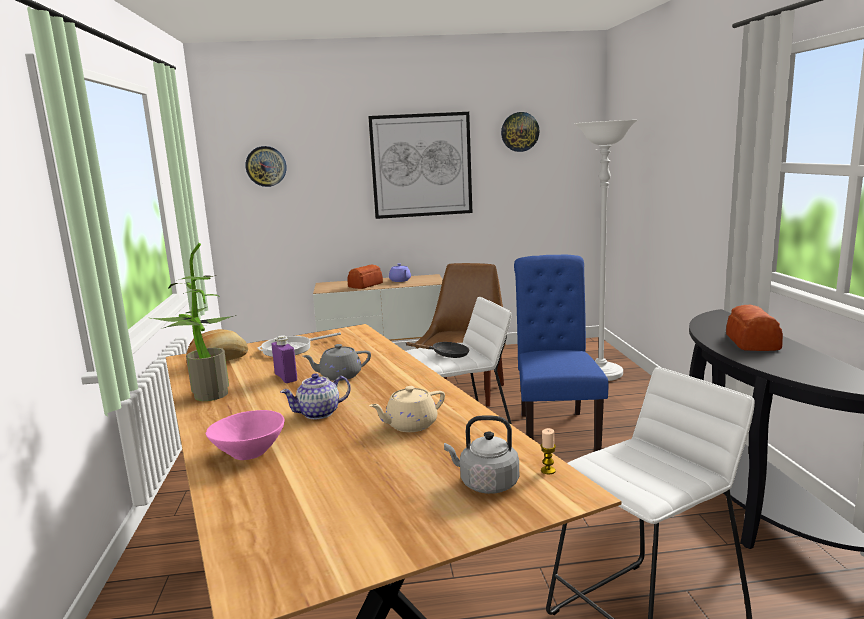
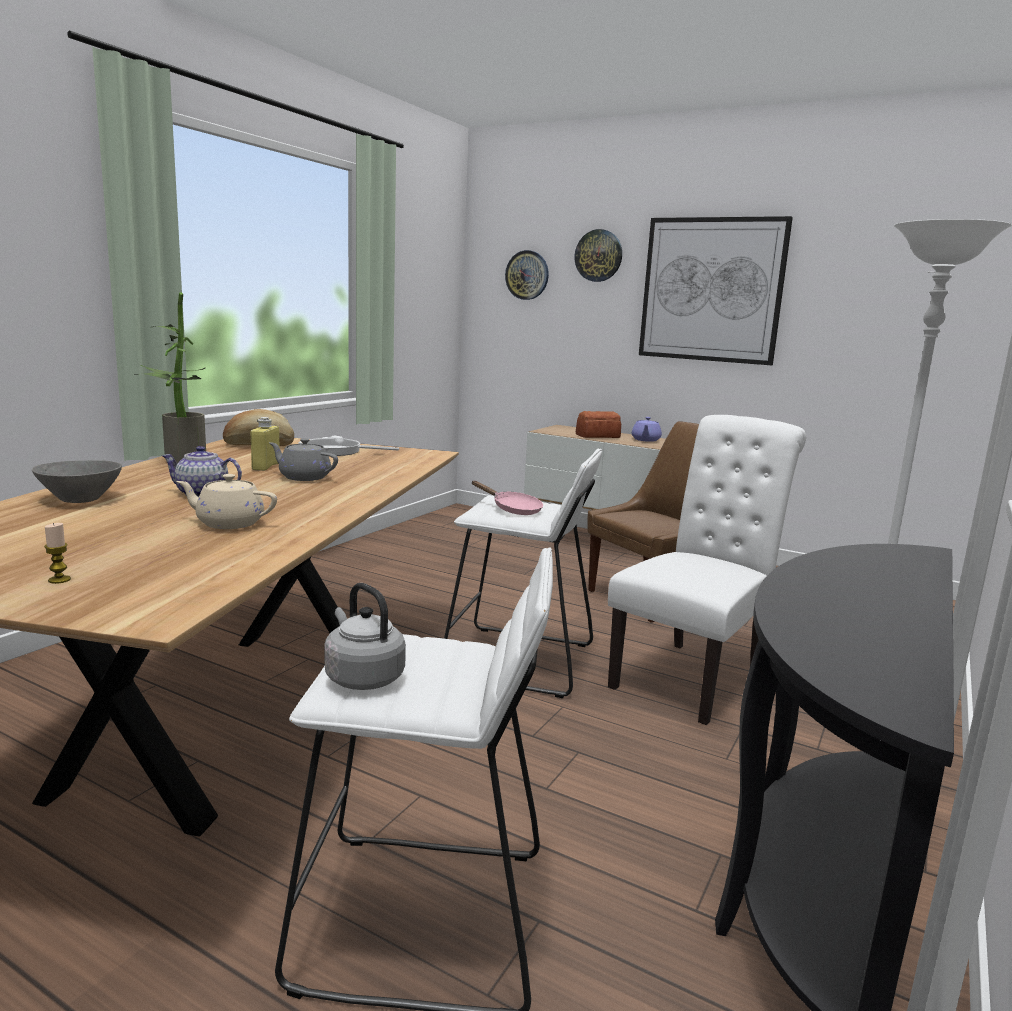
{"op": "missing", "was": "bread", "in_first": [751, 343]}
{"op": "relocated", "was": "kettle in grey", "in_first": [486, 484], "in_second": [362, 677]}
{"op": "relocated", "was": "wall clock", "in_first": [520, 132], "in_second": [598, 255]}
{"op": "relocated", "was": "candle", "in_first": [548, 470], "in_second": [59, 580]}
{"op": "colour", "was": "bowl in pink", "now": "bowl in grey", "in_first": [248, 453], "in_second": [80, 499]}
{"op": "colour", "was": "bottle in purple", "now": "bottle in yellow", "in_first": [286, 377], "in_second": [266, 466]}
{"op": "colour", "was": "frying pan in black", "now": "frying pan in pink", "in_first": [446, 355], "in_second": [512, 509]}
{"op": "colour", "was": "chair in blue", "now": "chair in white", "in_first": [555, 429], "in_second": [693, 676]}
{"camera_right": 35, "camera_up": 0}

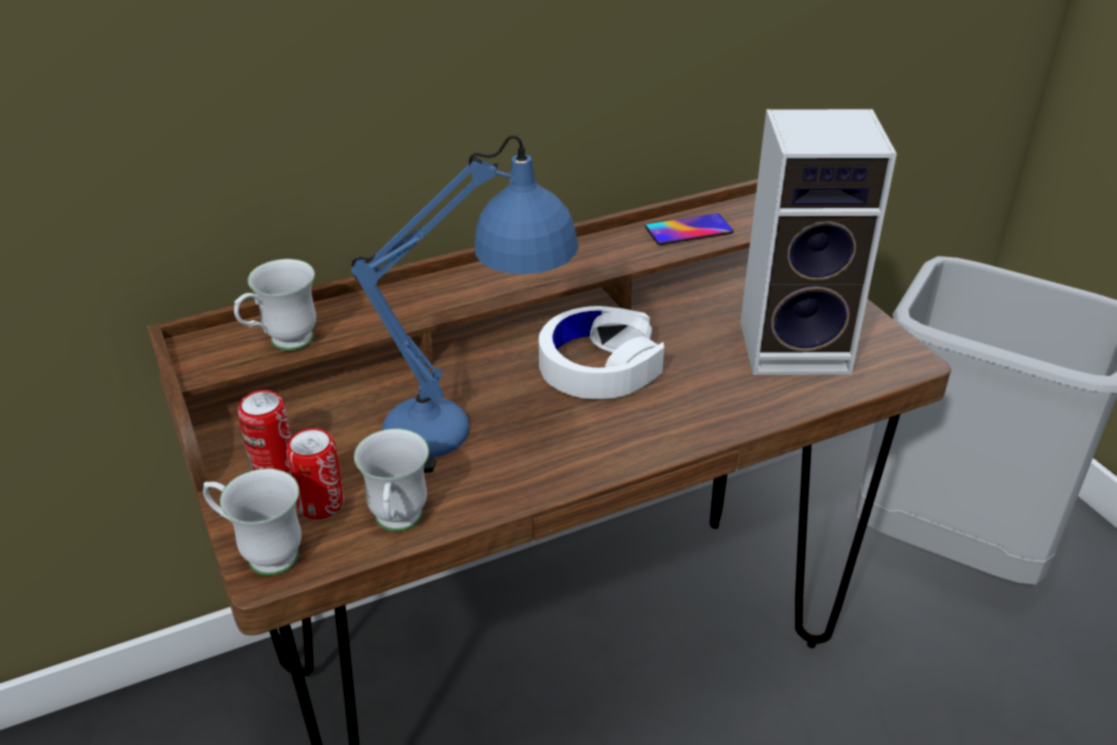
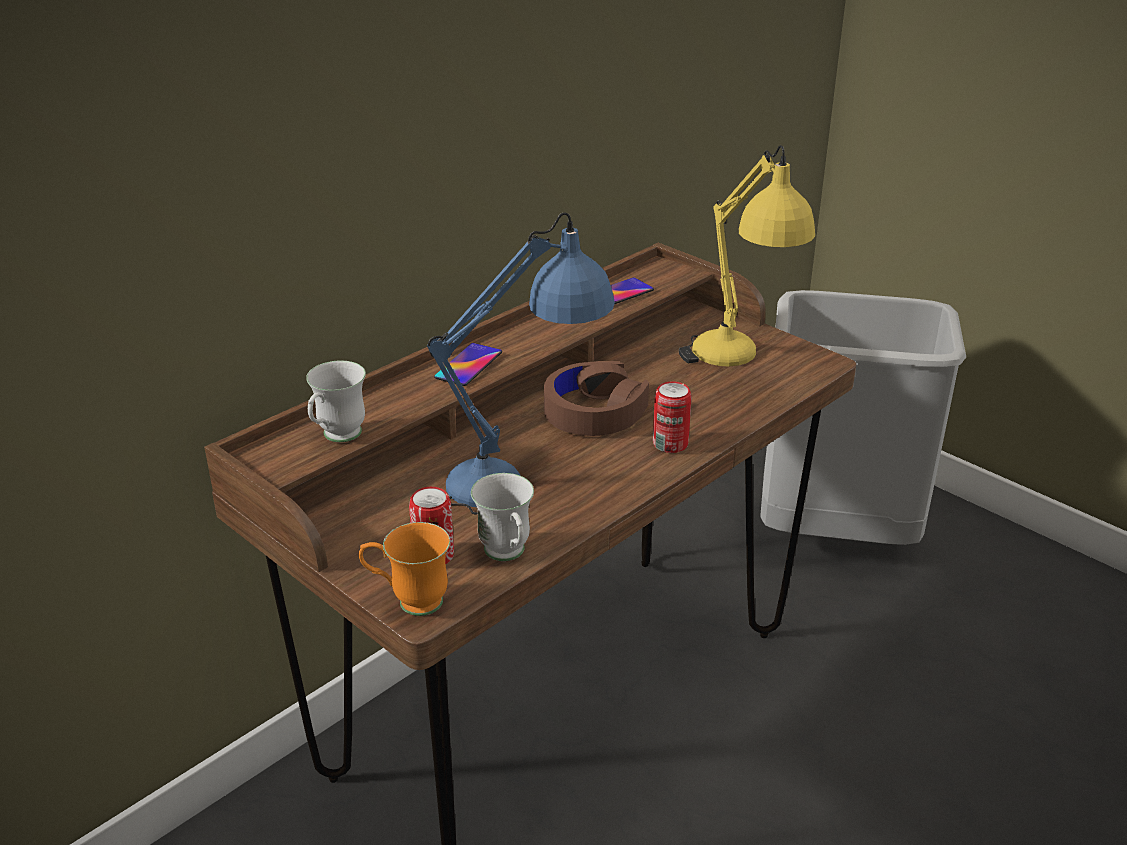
{"op": "appeared", "now": "phone", "in_second": [468, 365]}
{"op": "relocated", "was": "can", "in_first": [273, 464], "in_second": [670, 444]}
{"op": "exchanged", "was": "speaker", "now": "table lamp in yellow", "in_first": [798, 346], "in_second": [738, 367]}
{"op": "colour", "was": "mug in white", "now": "mug in orange", "in_first": [261, 554], "in_second": [409, 602]}
{"op": "colour", "was": "headphones in white", "now": "headphones in brown", "in_first": [599, 366], "in_second": [594, 411]}
{"camera_right": -20, "camera_up": -5}

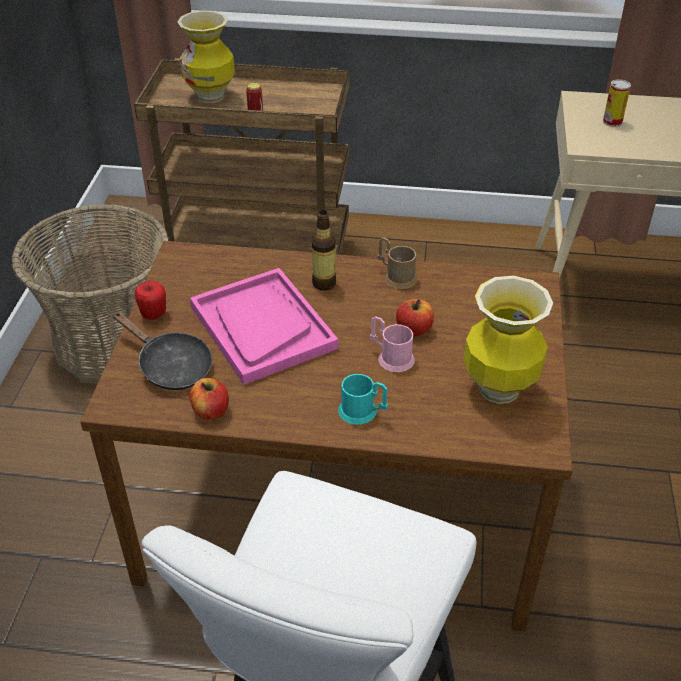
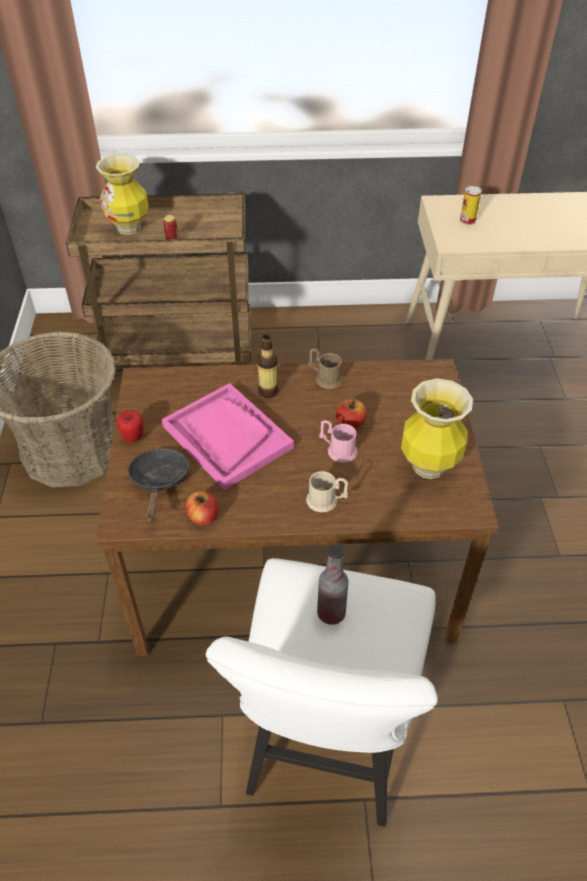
{"op": "appeared", "now": "bottle", "in_second": [331, 613]}
{"op": "colour", "was": "mug in turquoise", "now": "mug in beige", "in_first": [363, 412], "in_second": [326, 500]}
{"op": "spun", "was": "frying pan in black", "in_first": [170, 366], "in_second": [159, 481], "clockwise": -120}
{"camera_right": -10, "camera_up": 5}

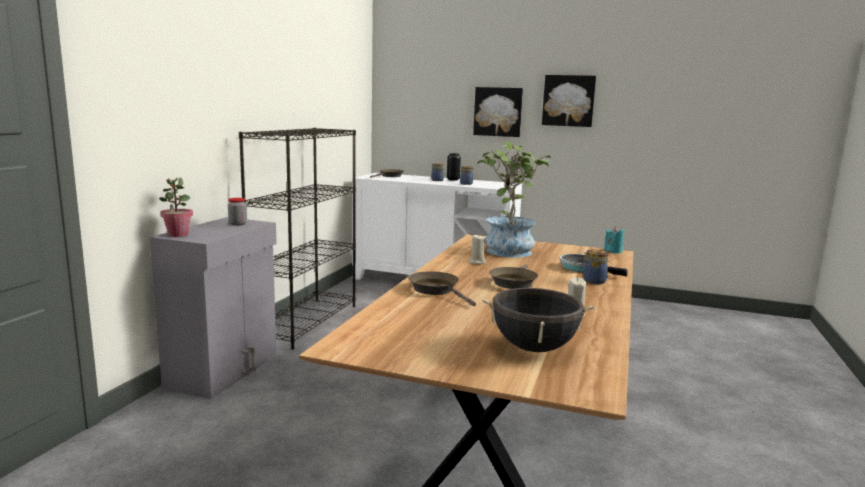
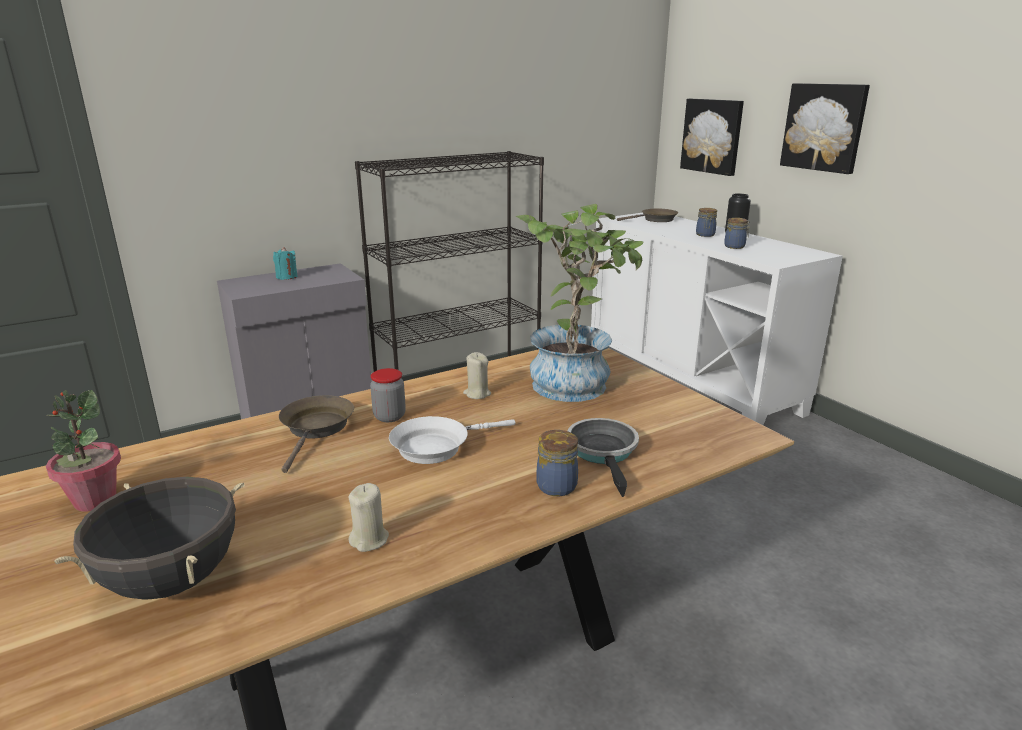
{"op": "relocated", "was": "potted plant", "in_first": [178, 235], "in_second": [94, 500]}
{"op": "relocated", "was": "jar", "in_first": [238, 224], "in_second": [389, 416]}
{"op": "relocated", "was": "picture", "in_first": [568, 100], "in_second": [712, 136]}
{"op": "relocated", "was": "candle in turquoise", "in_first": [613, 251], "in_second": [287, 277]}
{"op": "colour", "was": "frying pan in brown", "now": "frying pan in white", "in_first": [513, 282], "in_second": [436, 446]}
{"camera_right": 40, "camera_up": 10}

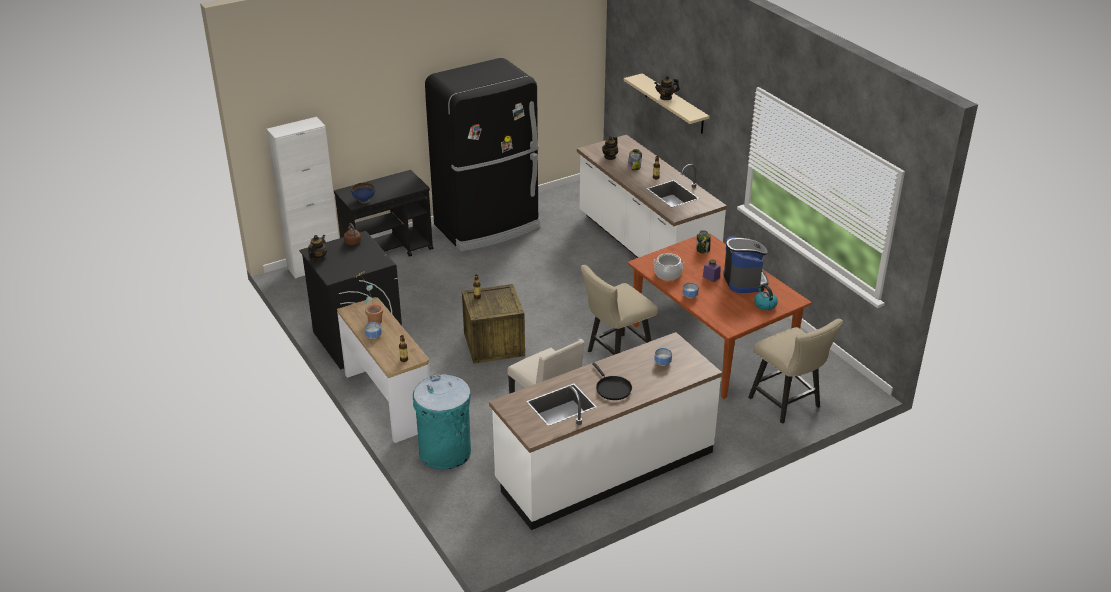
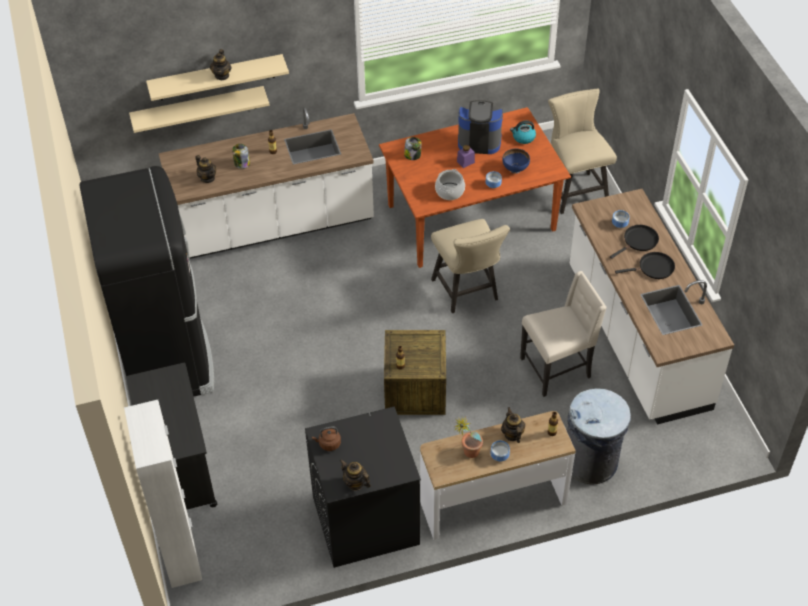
{"op": "appeared", "now": "shelf in beige", "in_second": [198, 109]}
{"op": "appeared", "now": "teapot", "in_second": [512, 434]}
{"op": "appeared", "now": "frying pan in black", "in_second": [639, 241]}
{"op": "relocated", "was": "bowl in blue", "in_first": [364, 200], "in_second": [515, 169]}
{"op": "colour", "was": "trash can in turquoise", "now": "trash can in grey", "in_first": [445, 453], "in_second": [590, 462]}
{"op": "spun", "was": "chair in beige", "in_first": [788, 404], "in_second": [574, 189], "clockwise": -90}
{"camera_right": -75, "camera_up": 15}

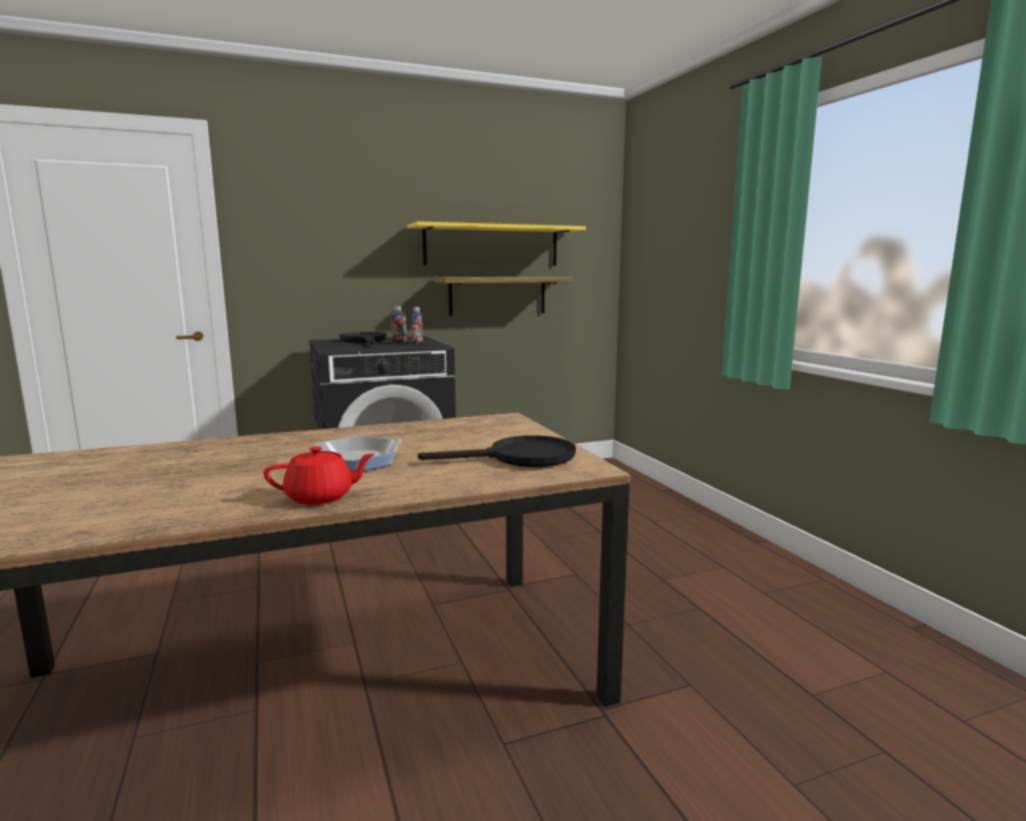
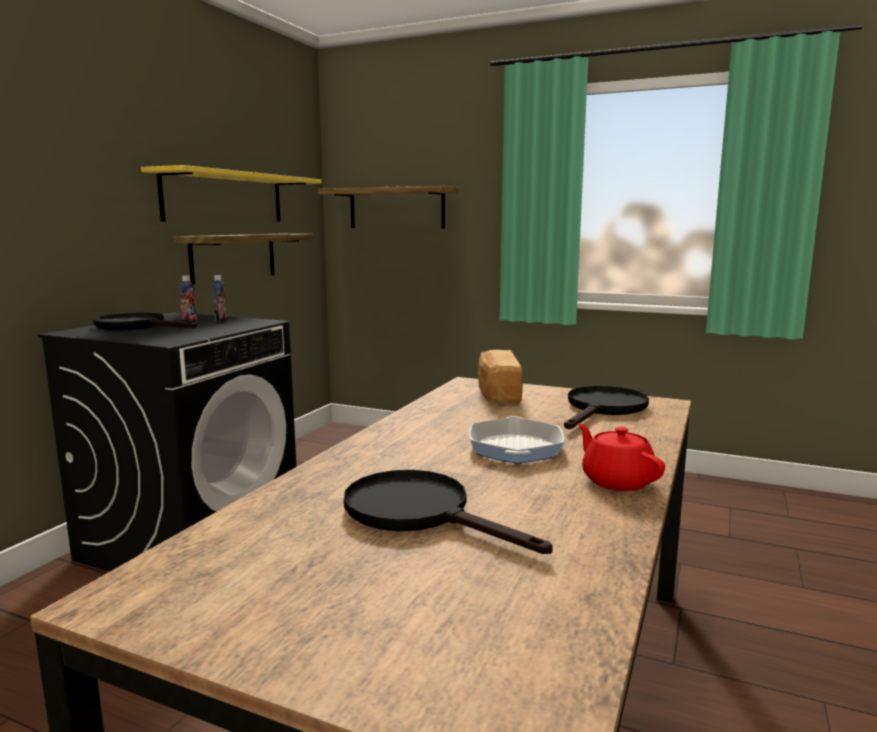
{"op": "appeared", "now": "shelf", "in_second": [396, 208]}
{"op": "appeared", "now": "frying pan in black", "in_second": [421, 513]}
{"op": "appeared", "now": "bread", "in_second": [497, 394]}
{"op": "spun", "was": "teapot in red", "in_first": [321, 497], "in_second": [617, 481], "clockwise": -60}
{"camera_right": -45, "camera_up": 0}

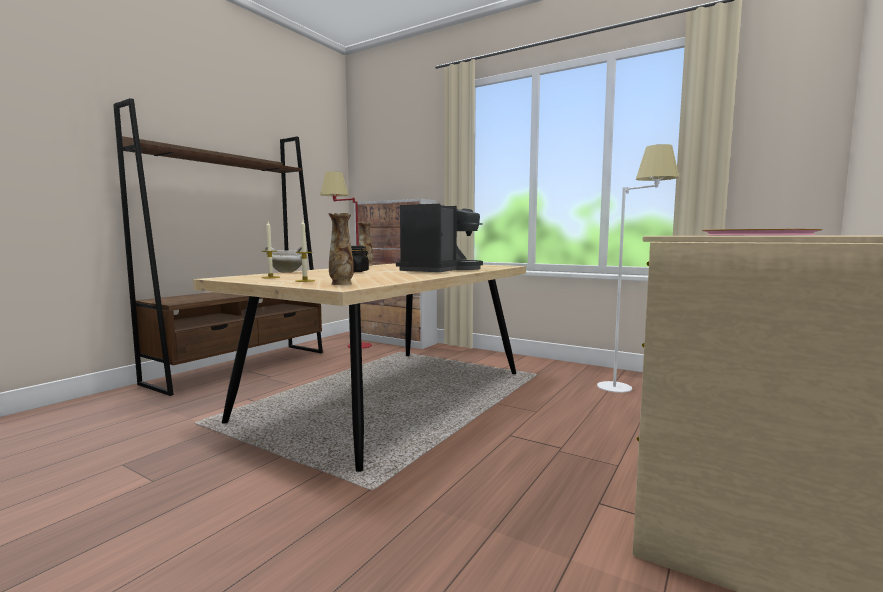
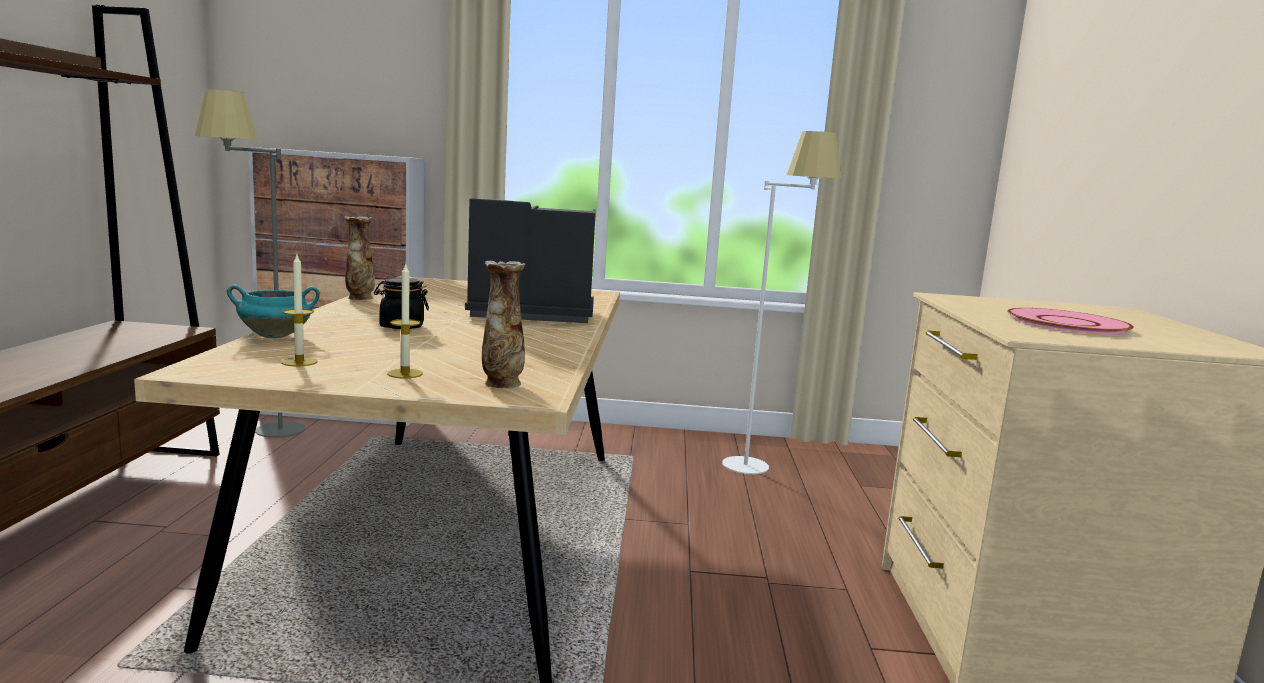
{"op": "colour", "was": "cooking pot in white", "now": "cooking pot in turquoise", "in_first": [287, 272], "in_second": [276, 336]}
{"op": "colour", "was": "floor lamp in red", "now": "floor lamp in grey", "in_first": [348, 346], "in_second": [259, 434]}
{"op": "spun", "was": "coffee machine", "in_first": [439, 270], "in_second": [528, 313], "clockwise": -90}
{"camera_right": -30, "camera_up": 5}

